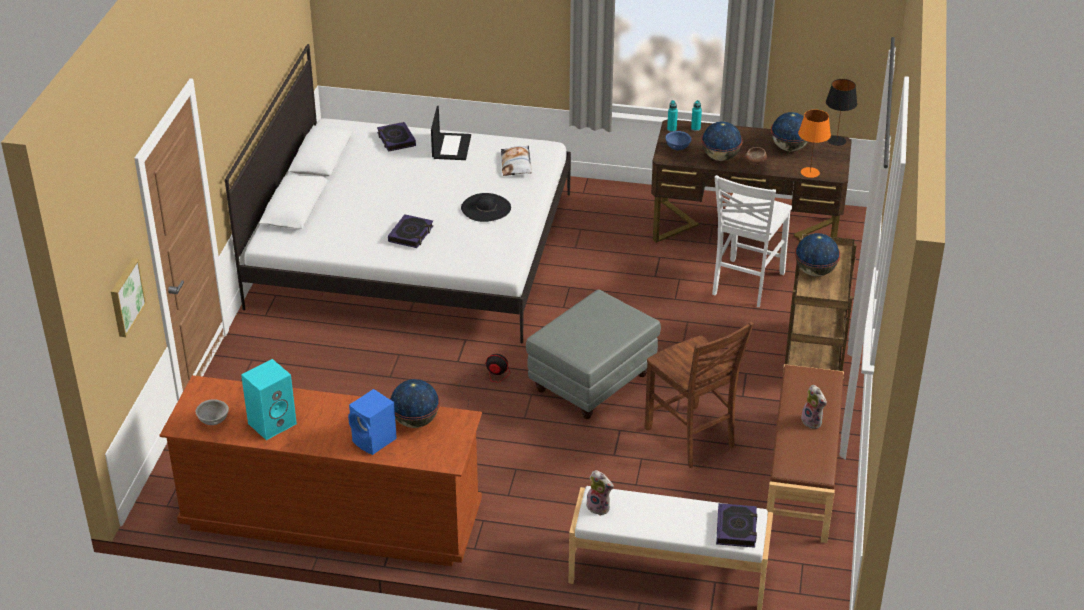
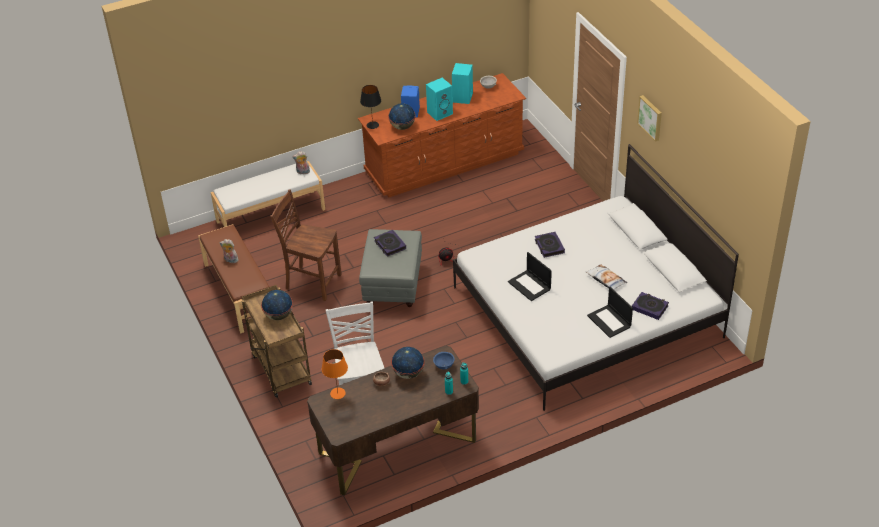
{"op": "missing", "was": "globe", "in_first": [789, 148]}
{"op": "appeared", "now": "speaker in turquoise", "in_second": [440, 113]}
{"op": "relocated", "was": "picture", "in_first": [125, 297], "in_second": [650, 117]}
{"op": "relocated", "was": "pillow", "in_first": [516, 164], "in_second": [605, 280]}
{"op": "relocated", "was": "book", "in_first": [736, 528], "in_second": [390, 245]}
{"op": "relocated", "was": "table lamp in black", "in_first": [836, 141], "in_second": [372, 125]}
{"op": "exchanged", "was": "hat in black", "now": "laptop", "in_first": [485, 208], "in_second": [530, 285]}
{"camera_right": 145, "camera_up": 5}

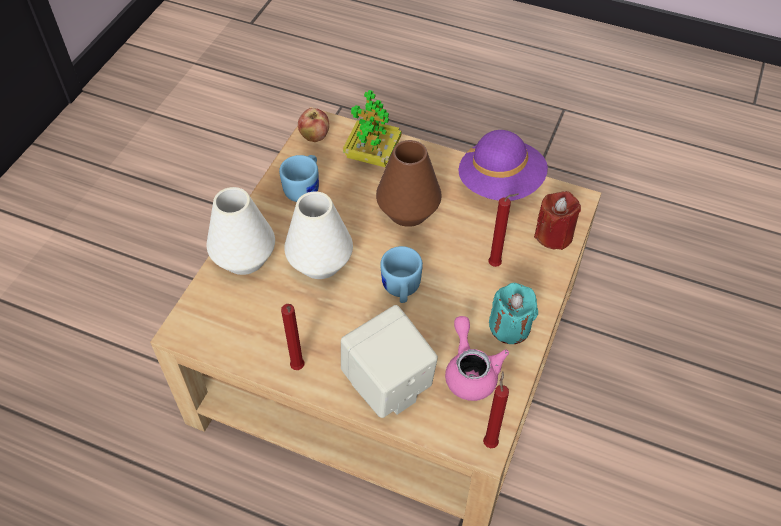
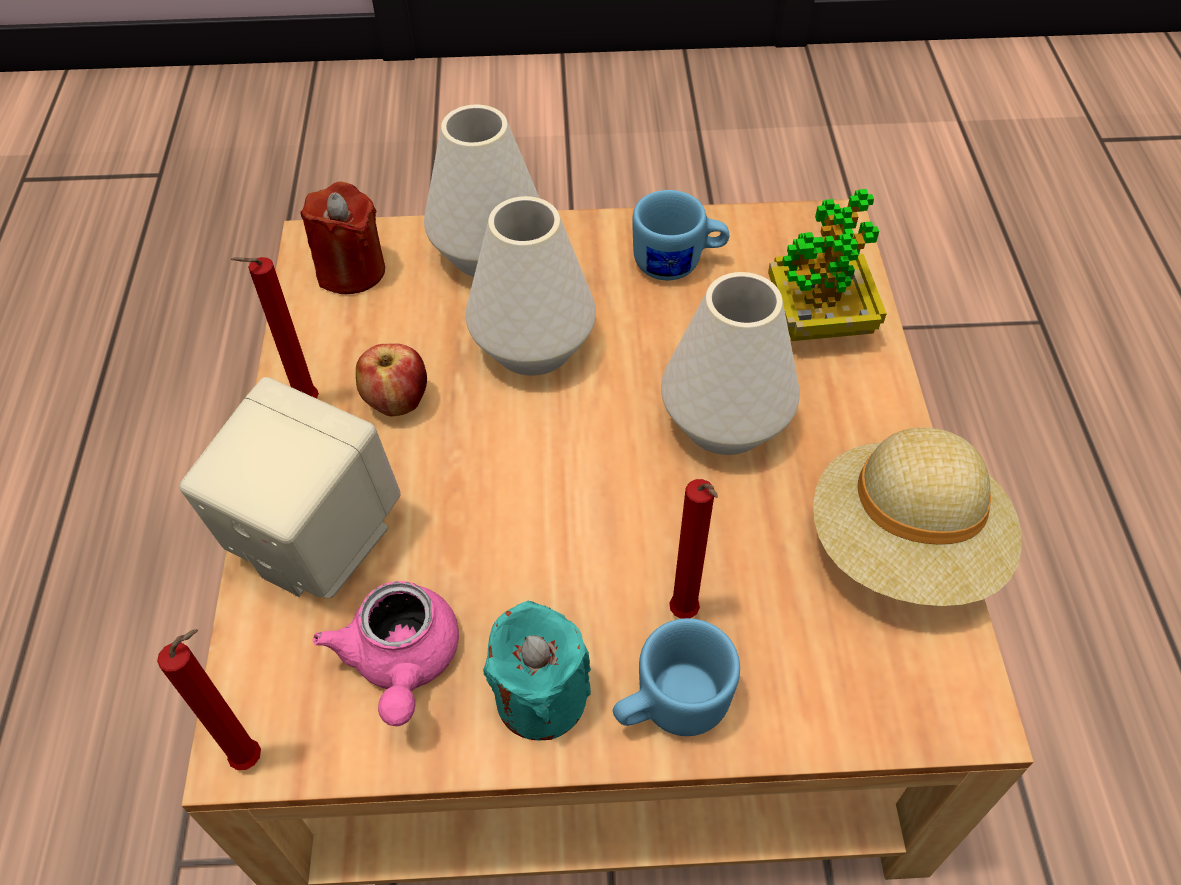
{"op": "relocated", "was": "apple", "in_first": [314, 137], "in_second": [397, 402]}
{"op": "relocated", "was": "mug in blue", "in_first": [400, 290], "in_second": [669, 705]}
{"op": "relocated", "was": "candle in red", "in_first": [553, 235], "in_second": [351, 271]}
{"op": "colour", "was": "vase in brown", "now": "vase in white", "in_first": [408, 211], "in_second": [725, 421]}
{"op": "colour", "was": "hat in purple", "now": "hat in beige", "in_first": [500, 183], "in_second": [904, 546]}
{"op": "spun", "was": "teapot in pink", "in_first": [470, 371], "in_second": [402, 663], "clockwise": 120}
{"camera_right": 65, "camera_up": 0}

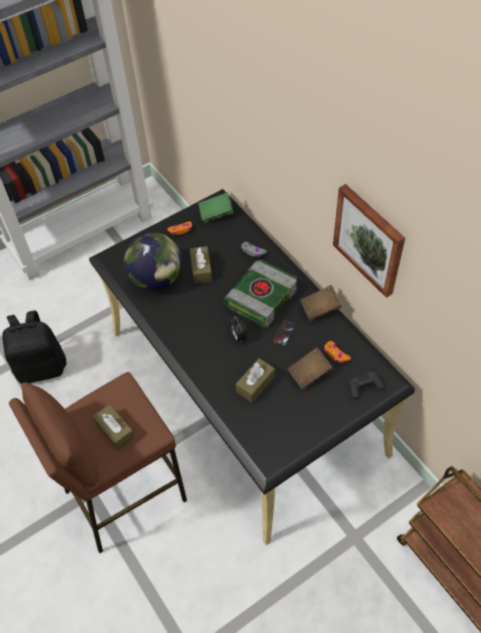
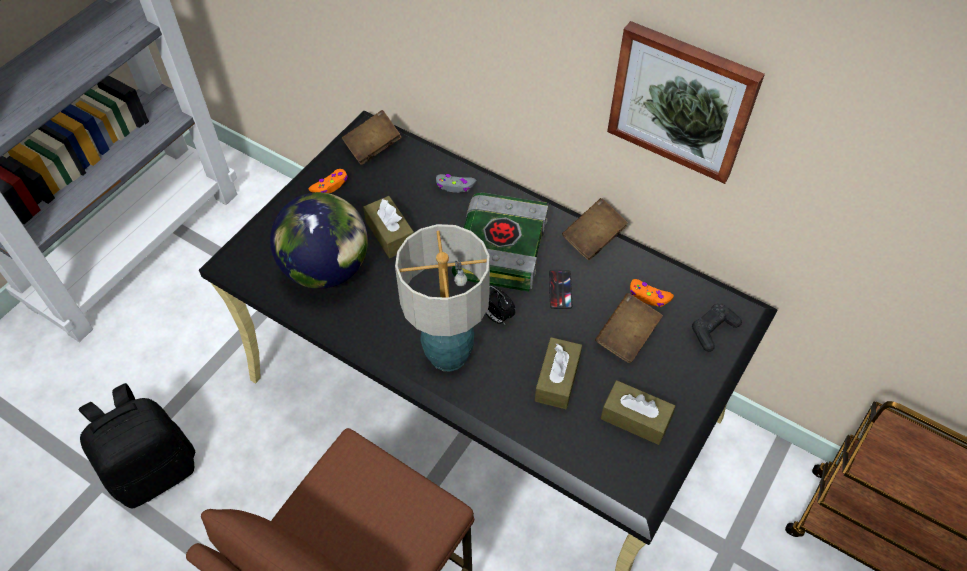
{"op": "appeared", "now": "table lamp", "in_second": [449, 354]}
{"op": "relocated", "was": "tissue box in brown", "in_first": [115, 431], "in_second": [635, 418]}
{"op": "colour", "was": "book in green", "now": "book in brown", "in_first": [216, 213], "in_second": [373, 147]}
{"camera_right": -25, "camera_up": 0}

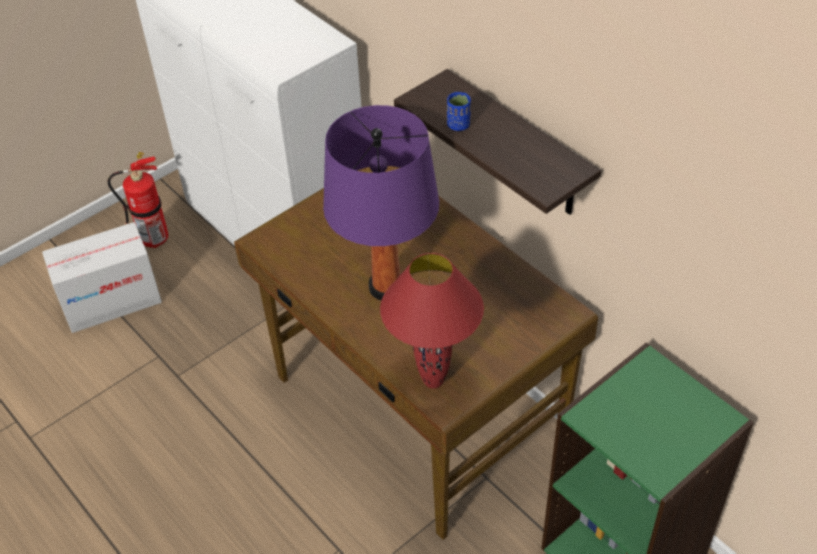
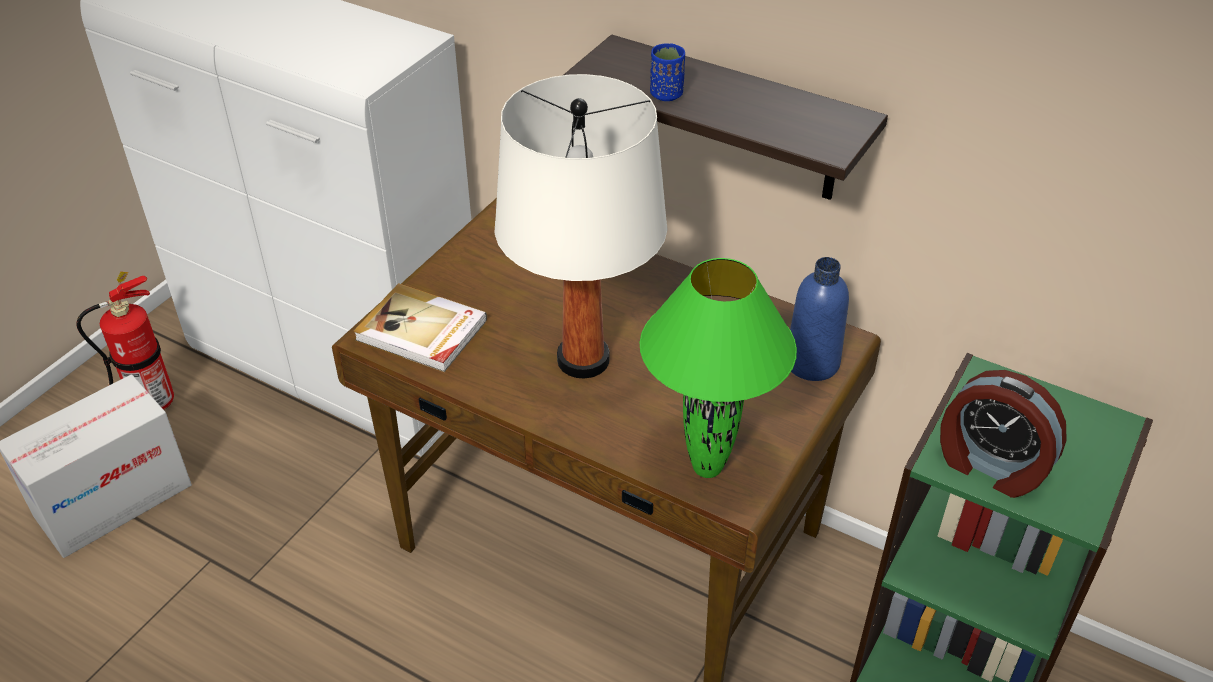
{"op": "appeared", "now": "book", "in_second": [421, 332]}
{"op": "appeared", "now": "bottle in blue", "in_second": [812, 363]}
{"op": "appeared", "now": "alarm clock", "in_second": [990, 466]}
{"op": "colour", "was": "table lamp in purple", "now": "table lamp in white", "in_first": [386, 287], "in_second": [583, 360]}
{"op": "colour", "was": "table lamp in red", "now": "table lamp in green", "in_first": [432, 380], "in_second": [706, 467]}
{"camera_right": -20, "camera_up": -5}

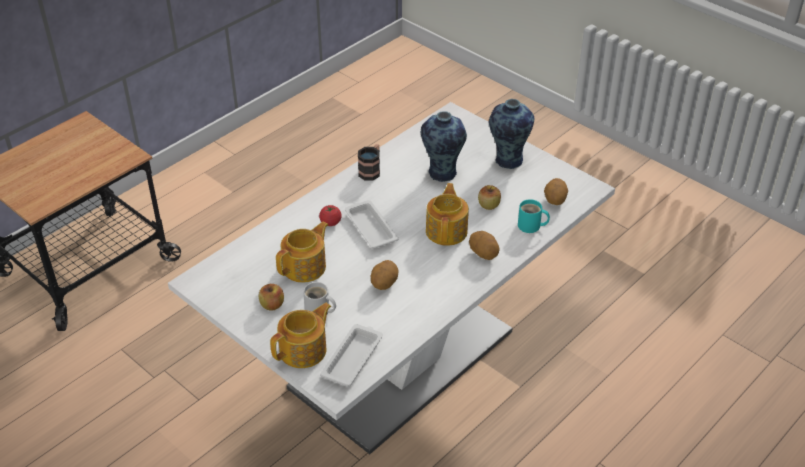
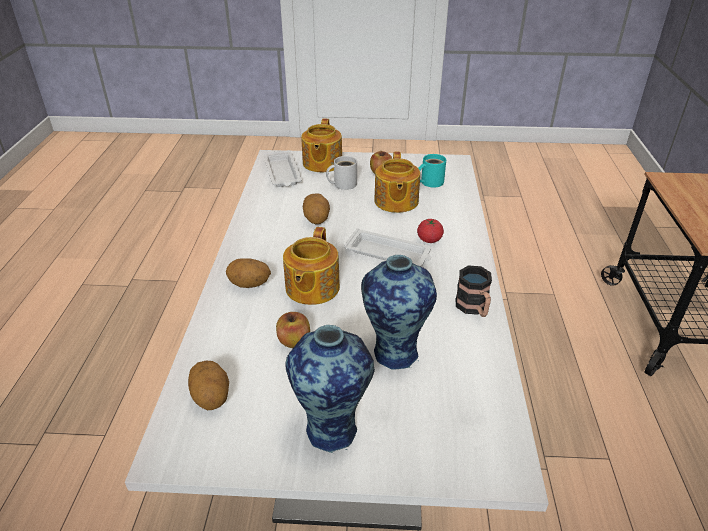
{"op": "relocated", "was": "mug in turquoise", "in_first": [531, 226], "in_second": [430, 182]}
{"op": "spun", "was": "teapot", "in_first": [447, 231], "in_second": [311, 288], "clockwise": 45}
{"camera_right": 140, "camera_up": -5}

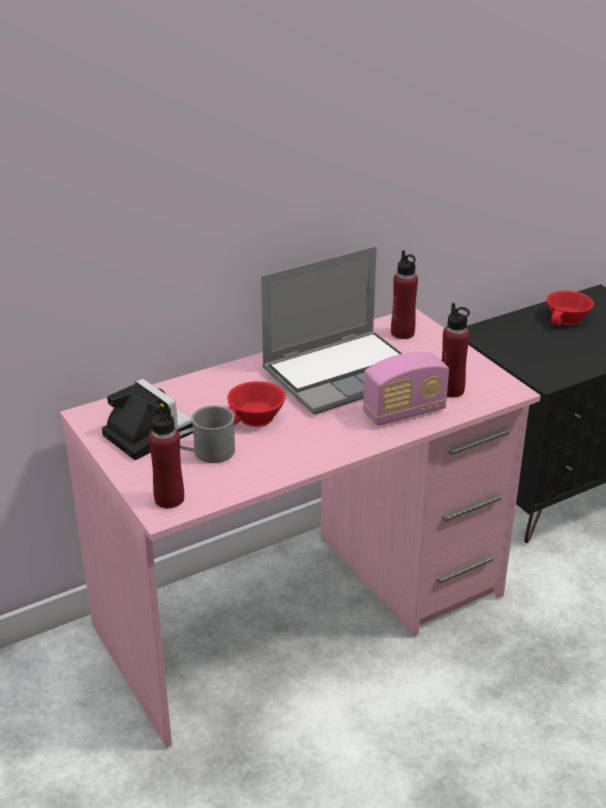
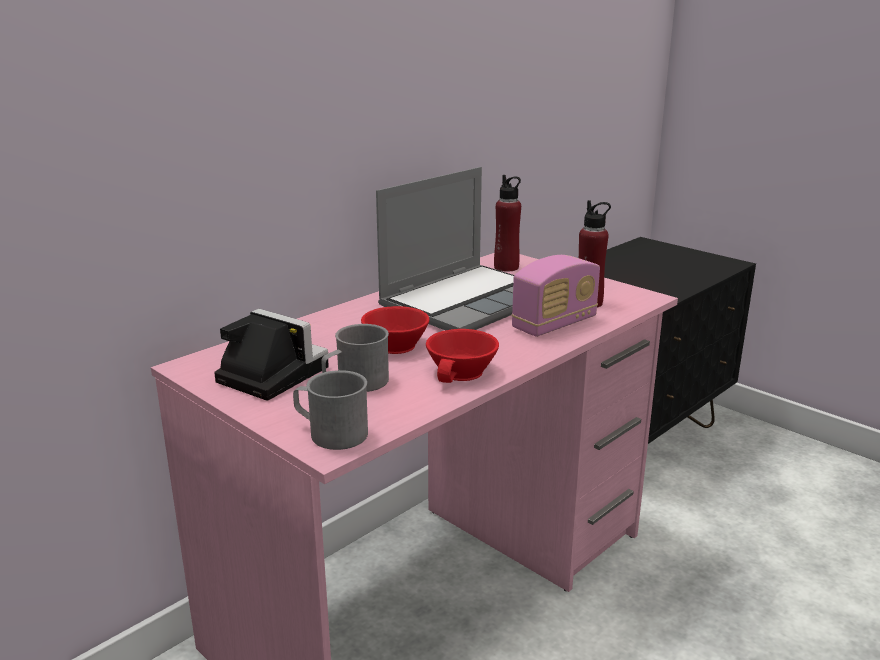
{"op": "relocated", "was": "cup in red", "in_first": [568, 319], "in_second": [463, 373]}
{"op": "exchanged", "was": "bottle in red", "now": "mug in grey", "in_first": [169, 499], "in_second": [330, 433]}
{"camera_right": -15, "camera_up": -10}

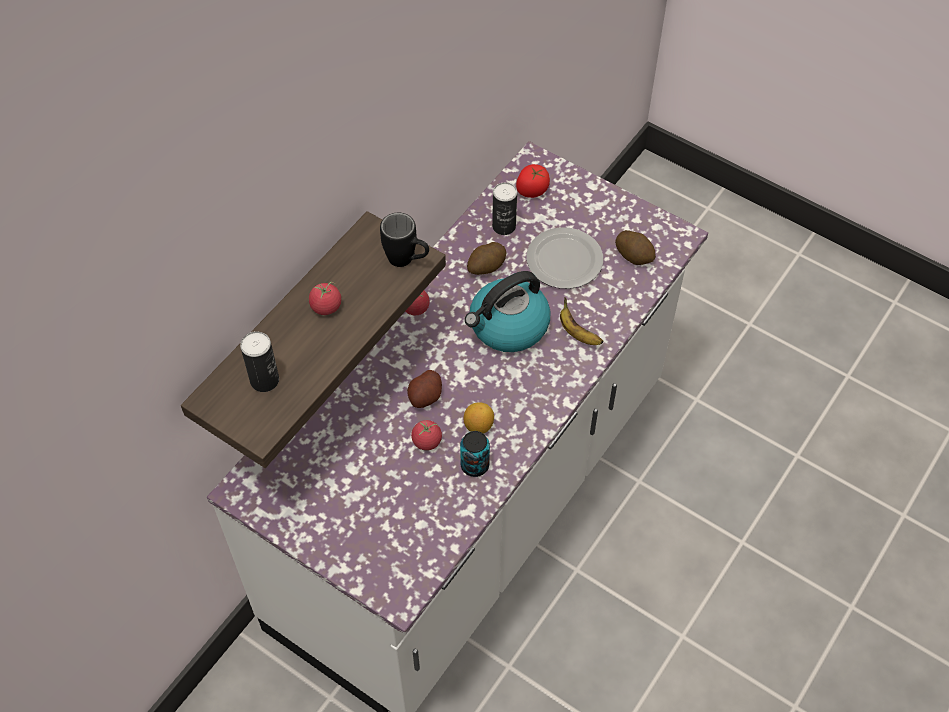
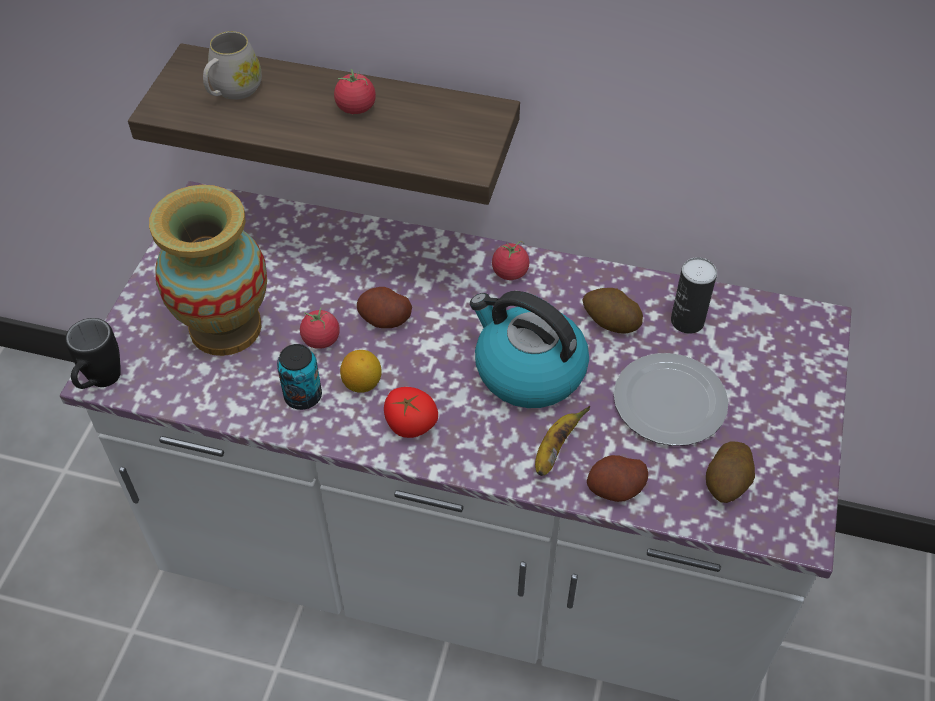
{"op": "appeared", "now": "vase", "in_second": [226, 327]}
{"op": "appeared", "now": "potato", "in_second": [615, 488]}
{"op": "relocated", "was": "mug in black", "in_first": [407, 261], "in_second": [100, 383]}
{"op": "relocated", "was": "tomato", "in_first": [532, 190], "in_second": [410, 425]}
{"op": "exchanged", "was": "can", "now": "mug in white", "in_first": [264, 380], "in_second": [233, 91]}
{"camera_right": 70, "camera_up": -5}

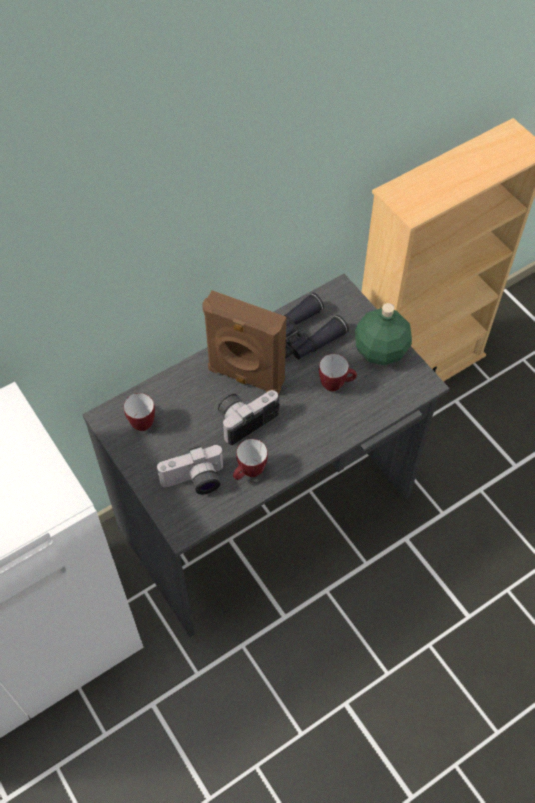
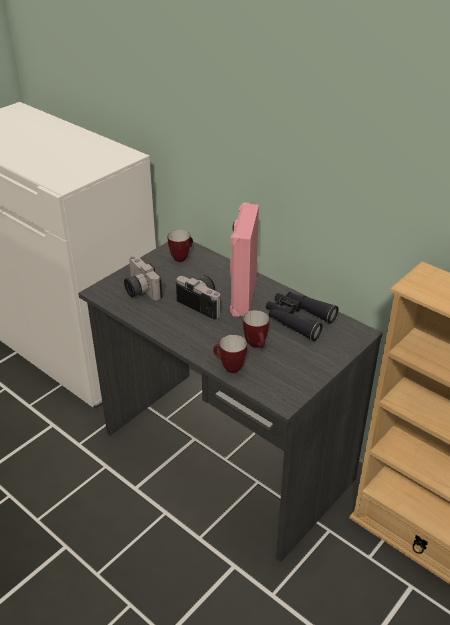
{"op": "missing", "was": "bottle in green", "in_first": [380, 350]}
{"op": "relocated", "was": "mug", "in_first": [249, 473], "in_second": [229, 367]}
{"op": "colour", "was": "speaker in brown", "now": "speaker in pink", "in_first": [245, 377], "in_second": [242, 296]}
{"camera_right": 75, "camera_up": -20}

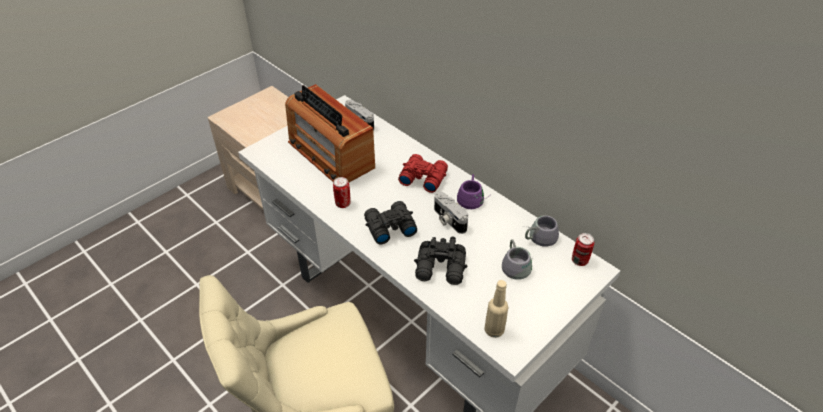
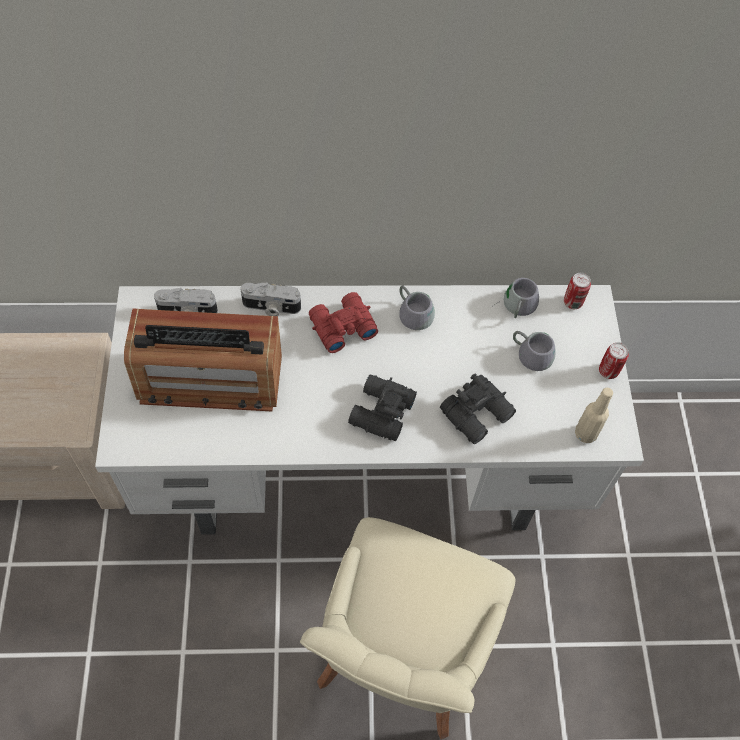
{"op": "relocated", "was": "can", "in_first": [343, 203], "in_second": [608, 371]}
{"op": "relocated", "was": "photo camera", "in_first": [448, 220], "in_second": [271, 308]}
{"op": "colour", "was": "mug in purple", "now": "mug in grey", "in_first": [473, 198], "in_second": [416, 311]}
{"camera_right": -50, "camera_up": 15}

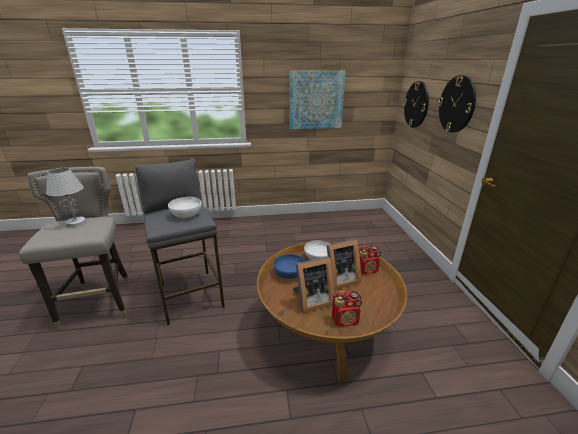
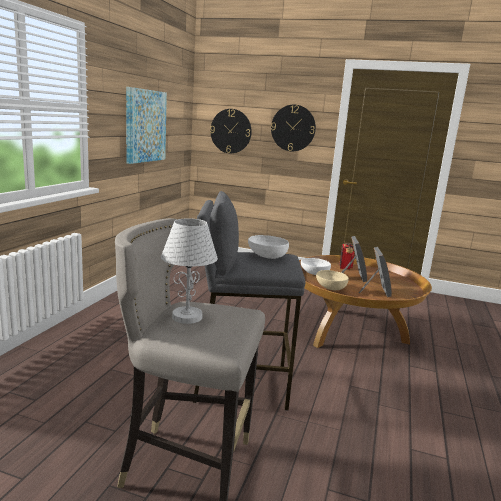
{"op": "missing", "was": "radio", "in_first": [345, 320]}
{"op": "colour", "was": "bowl in blue", "now": "bowl in beige", "in_first": [289, 273], "in_second": [330, 288]}
{"camera_right": -65, "camera_up": -10}

